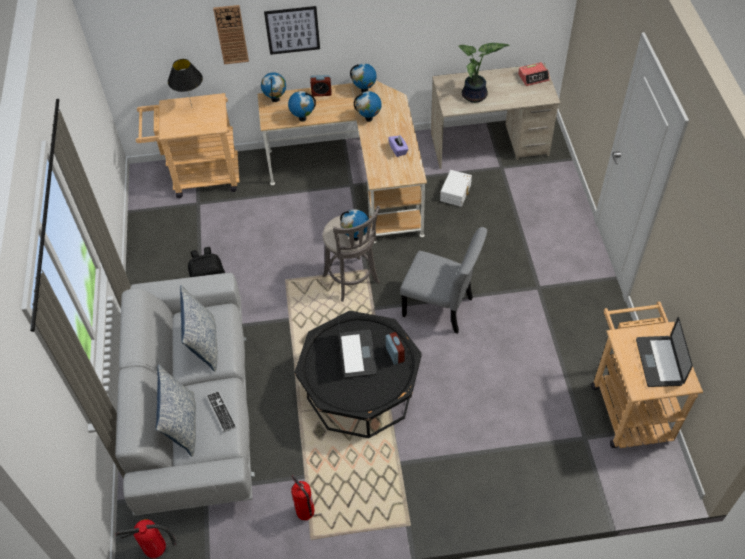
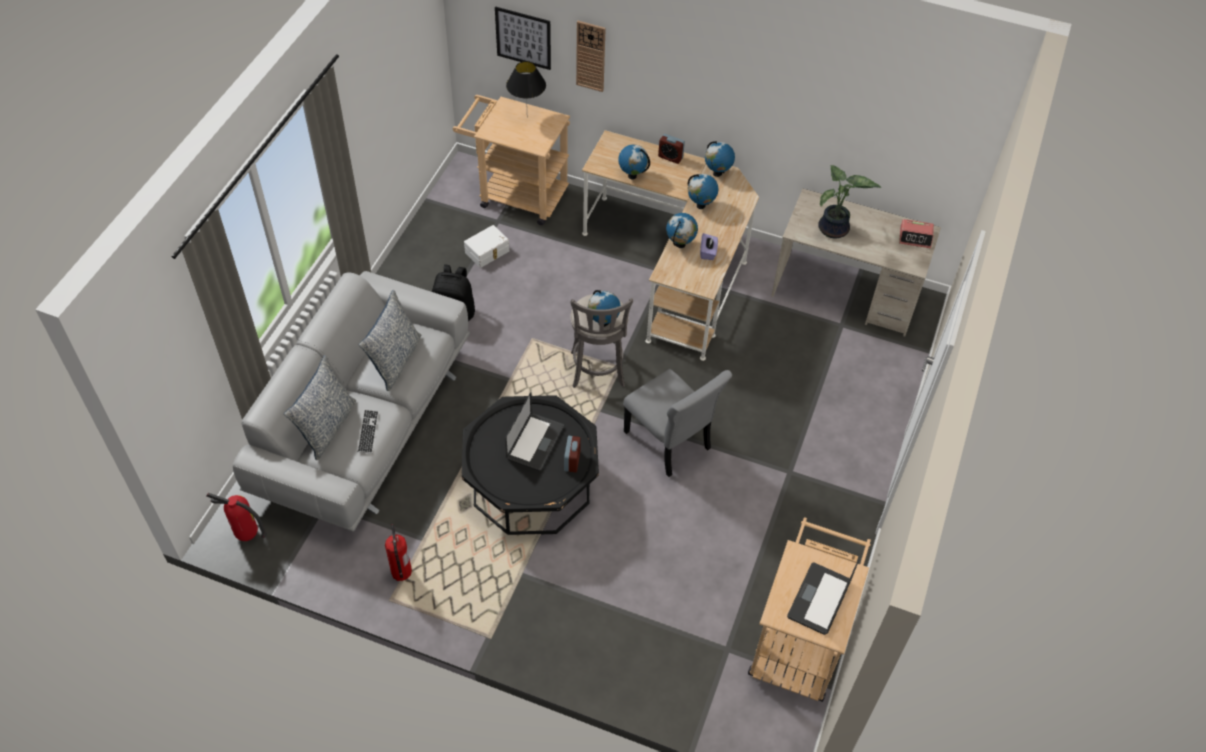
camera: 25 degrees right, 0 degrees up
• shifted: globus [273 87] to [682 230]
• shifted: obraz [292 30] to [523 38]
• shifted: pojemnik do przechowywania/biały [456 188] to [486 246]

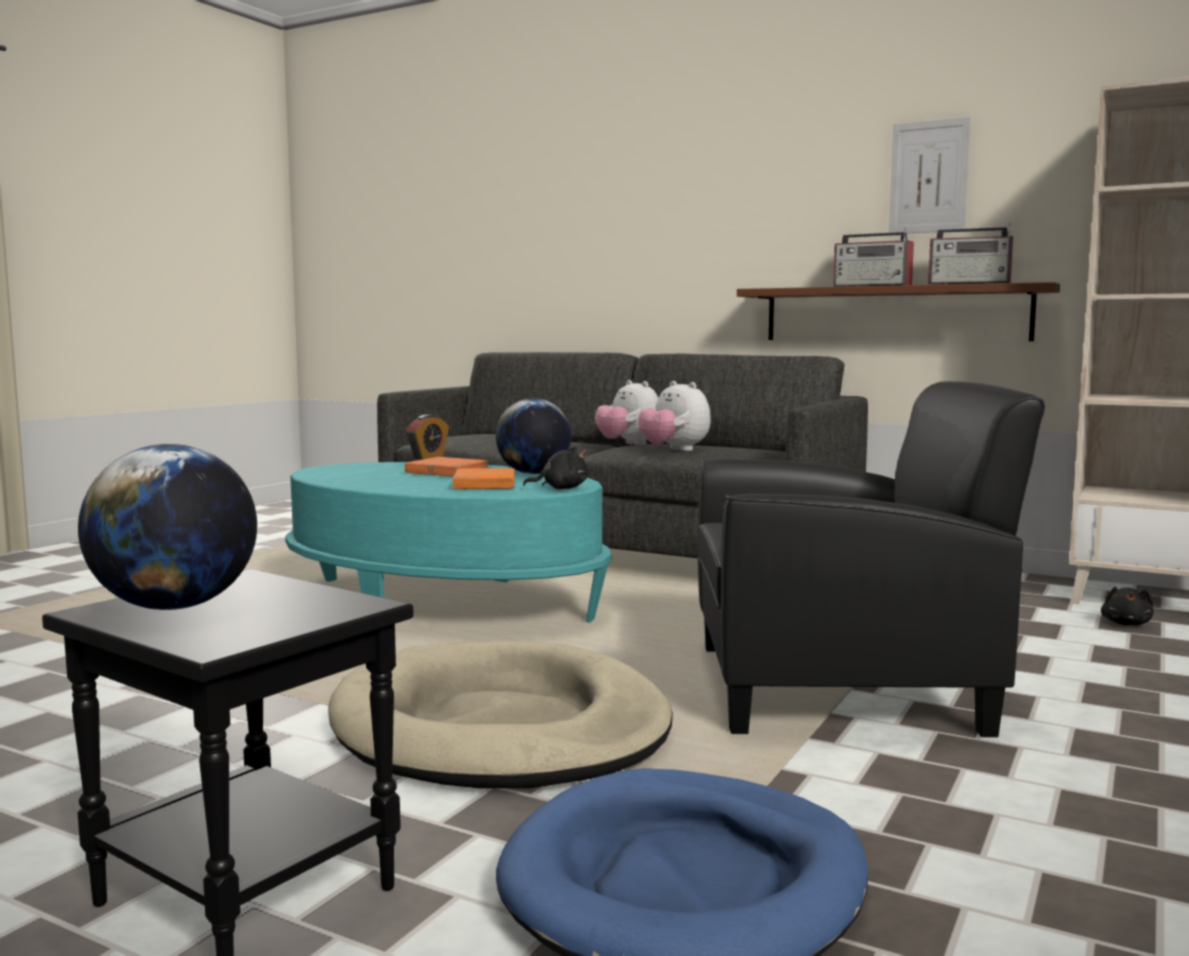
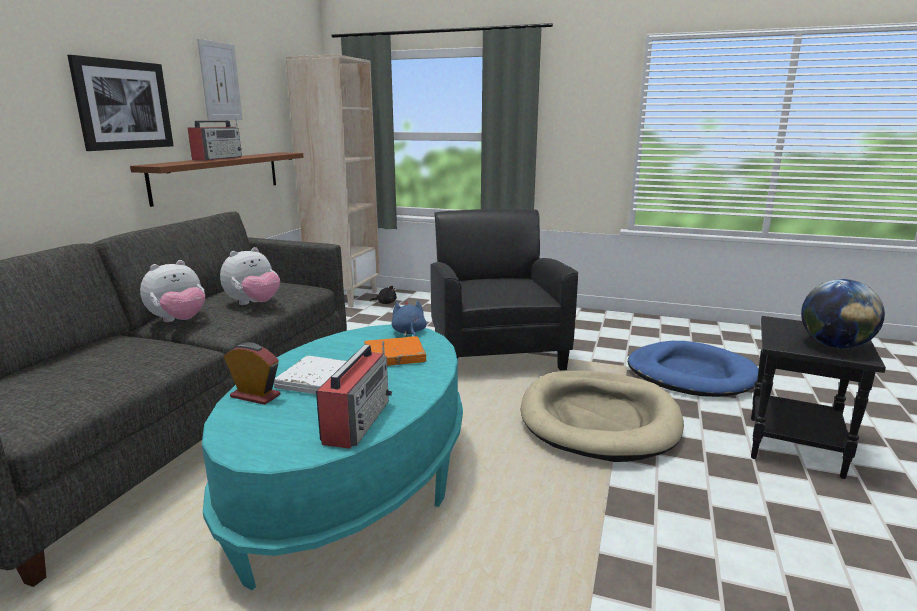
camera: 100 degrees left, 10 degrees up
• gone: globus [533 436]
• new: obraz [120 103]
• shifted: radio [970 254] to [354 395]
• repainted: książka/pomarańczowy [446 466] to książka/biały [310 375]
• repainted: pluszak/czarny [555 467] to pluszak/niebieski [409 318]

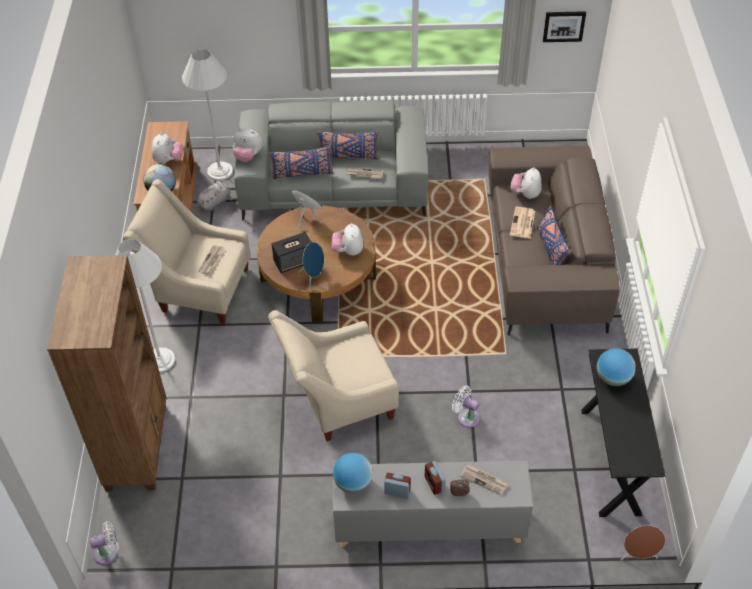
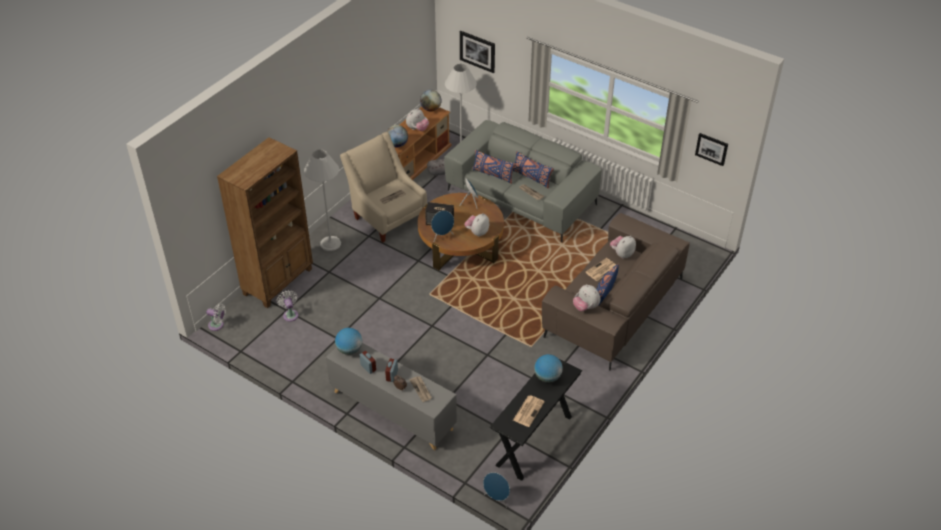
camera: 35 degrees right, 5 degrees down
• gone: fotel/beżowy [333 375]
• new: globus [431 100]
• new: obraz [477 52]
• new: gazeta [529 411]
• shifted: pluszak [247 145] to [586 297]
• shifted: wentylator/biały [466 406] to [288 306]
• repainted: głośnik/brązowy [643 542] to głośnik/niebieski [496 490]

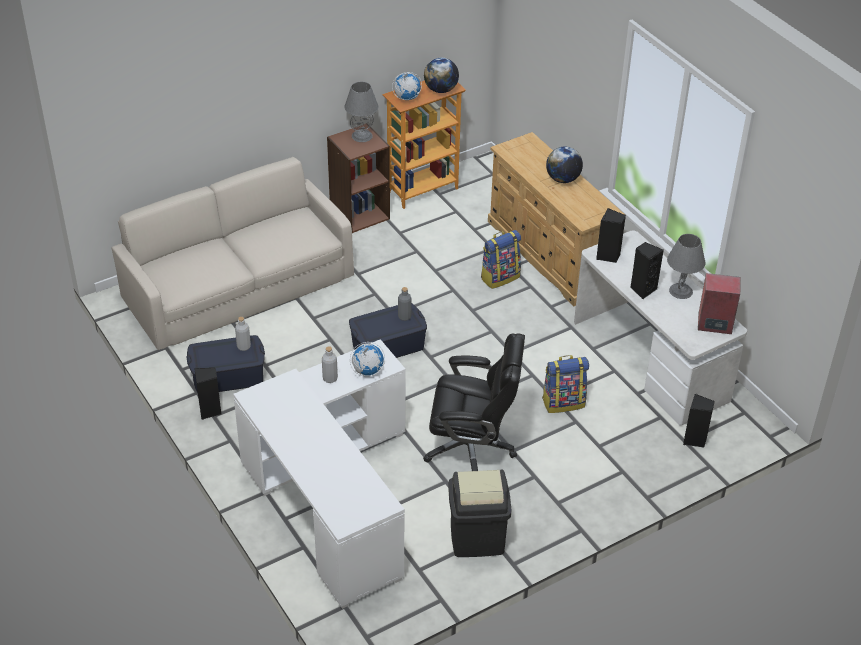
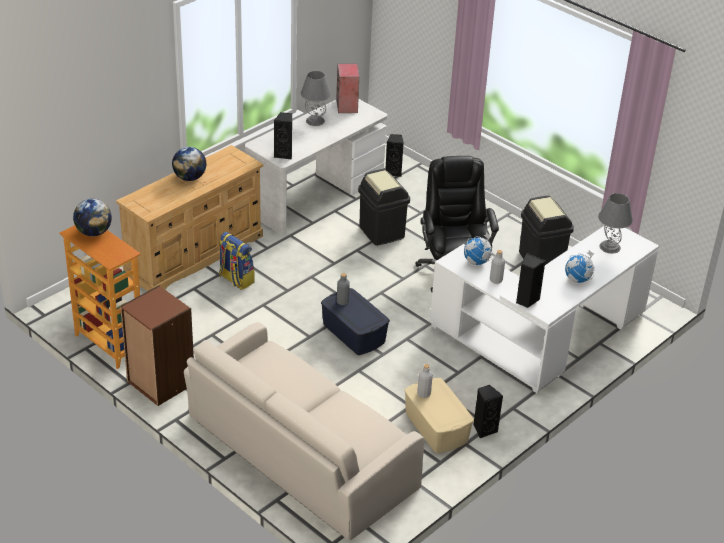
camera: 105 degrees left, 5 degrees down
• shifted: lampa stołowa/szary [361 112] to [615 223]
• shifted: globus [407 86] to [580 266]
• shifted: głośnik/czarny [647 270] to [530 280]
• swapped: plecak [565 384] to kosz na śmieci/czarny [384 207]
• repainted: pojemnik do przechowywania/niebieski [226 364] to pojemnik do przechowywania/beżowy [439 415]

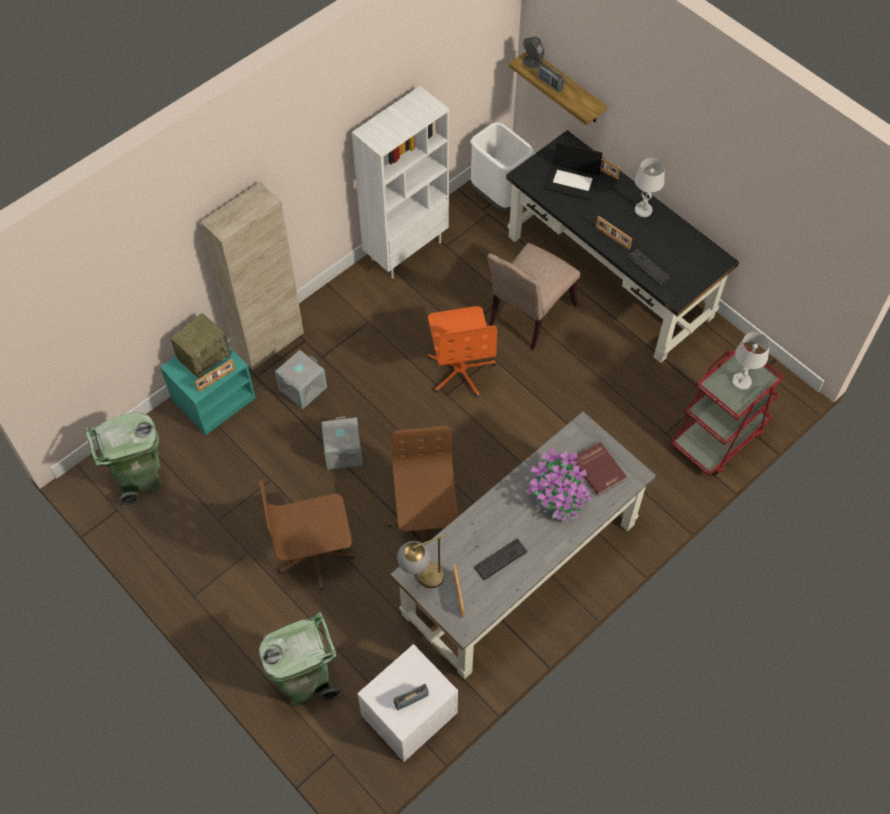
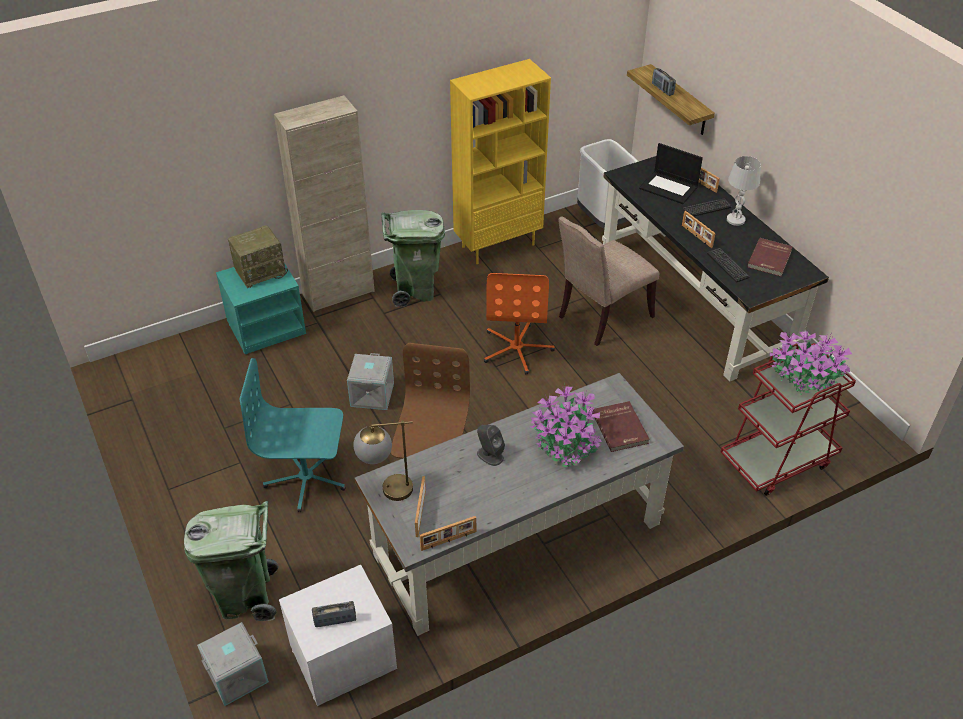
camera: 15 degrees right, 15 degrees down
• new: książka/czerwony [770 257]
• shifted: kosz na śmieci/zielony [123 459] to [413 258]
• shifted: ramka na zdjęcie [215 375] to [448 533]
• shifted: pojemnik do przechowywania/szary [301 379] to [233 664]
• shifted: klawiatura [500 559] to [707 207]
• shifted: głośnik/szary [533 53] to [491 445]
• swapped: lampa stołowa/biały [751 361] to roślina doniczkowa [811 363]
• repainted: krzesło biurowe/brązowy [307 534] to krzesło biurowe/turkusowy [292 435]
• repainted: regał/biały [400 182] to regał/żółty [500 161]

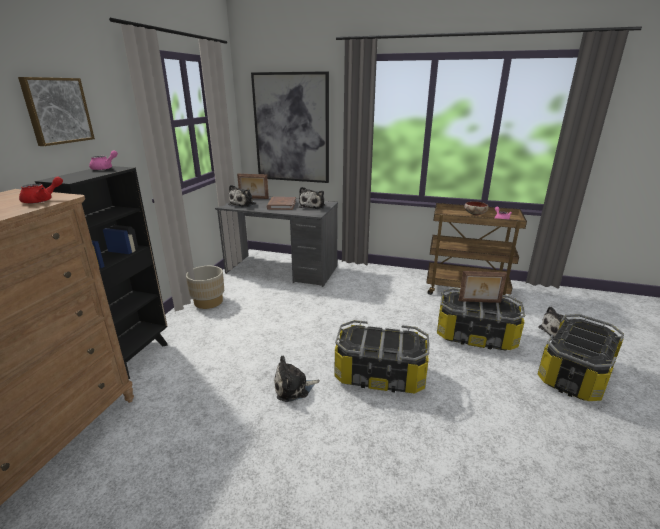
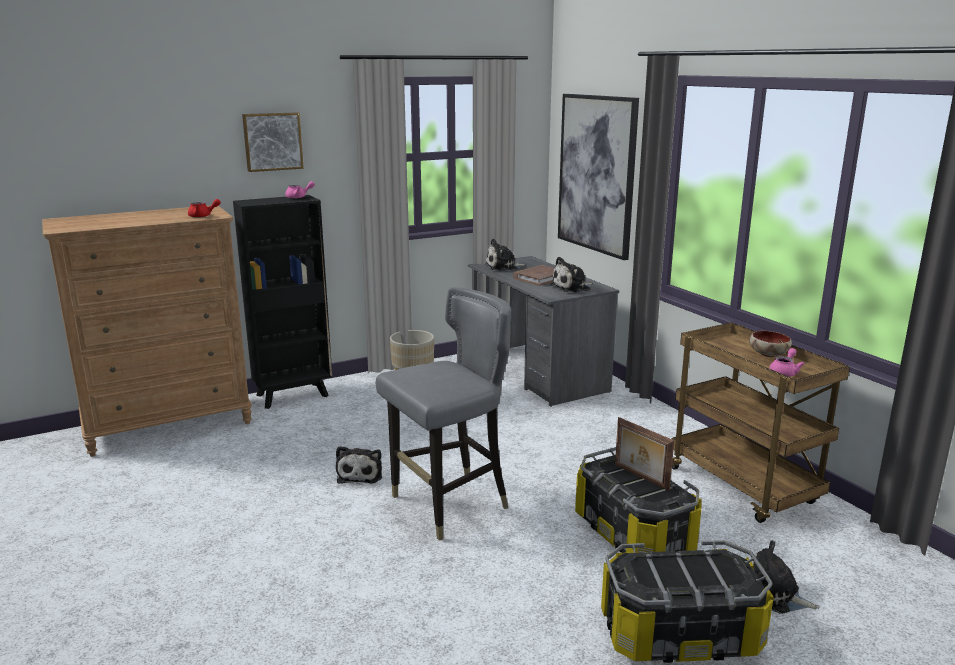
camera: 45 degrees right, 5 degrees down
• gone: ramka na zdjęcie [253 186]
• swapped: pojemnik do przechowywania [382 356] to krzesło/szary [443 414]
• rotated: pluszak [297 378] = [359 465] 120 degrees counterclockwise

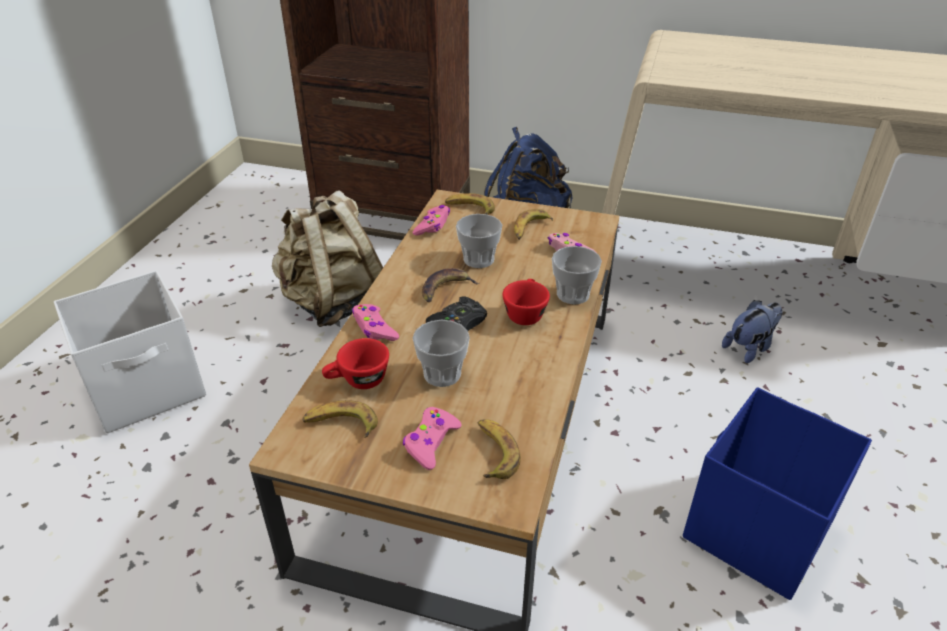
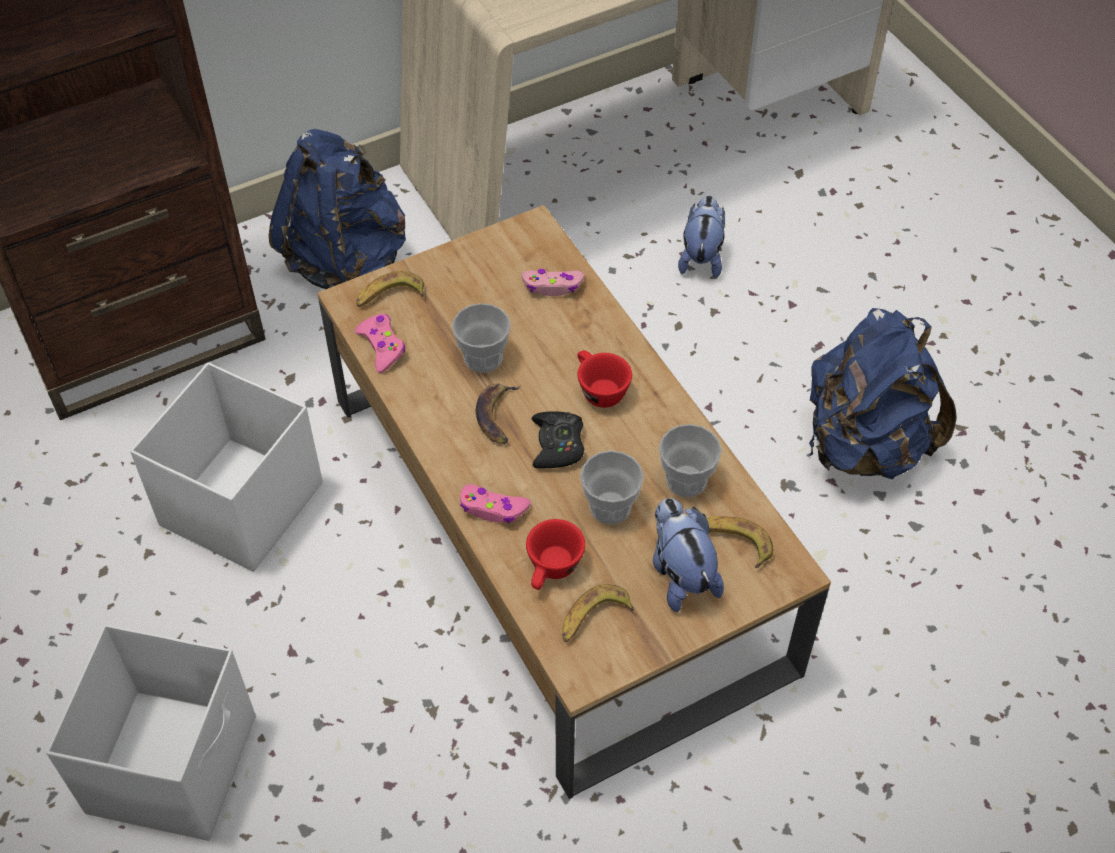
camera: 45 degrees left, 15 degrees up
• gone: banan [533 224]
• shifted: filiżanka [577 275] to [690 460]
• swapped: plecak/beżowy [327 258] to pojemnik do przechowywania/biały [226 467]
• swapped: pad do gier/różowy [432 438] to pluszak [688 555]
• swapped: pojemnik do przechowywania/niebieski [777 493] to plecak/niebieski [883 393]

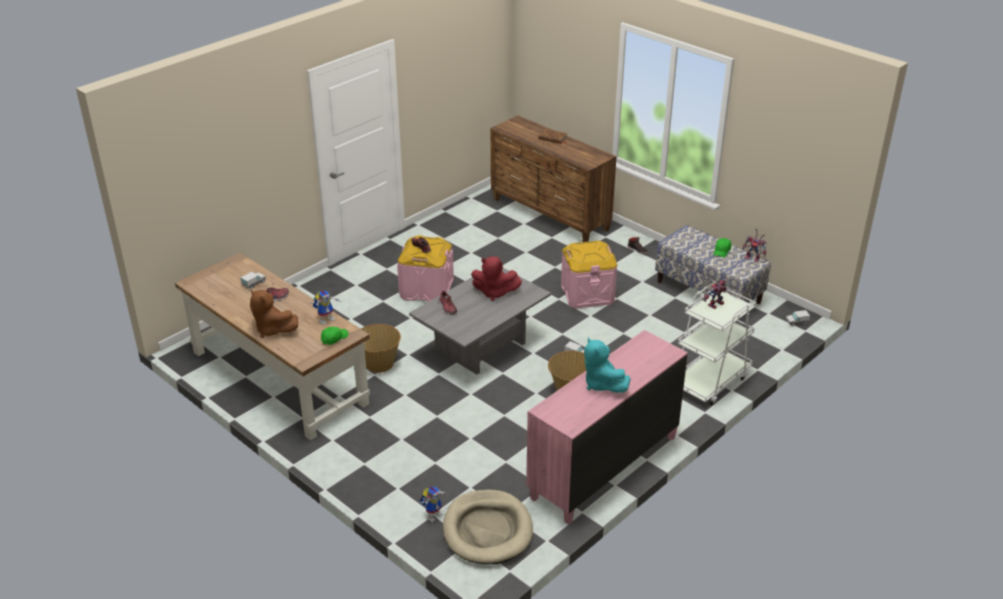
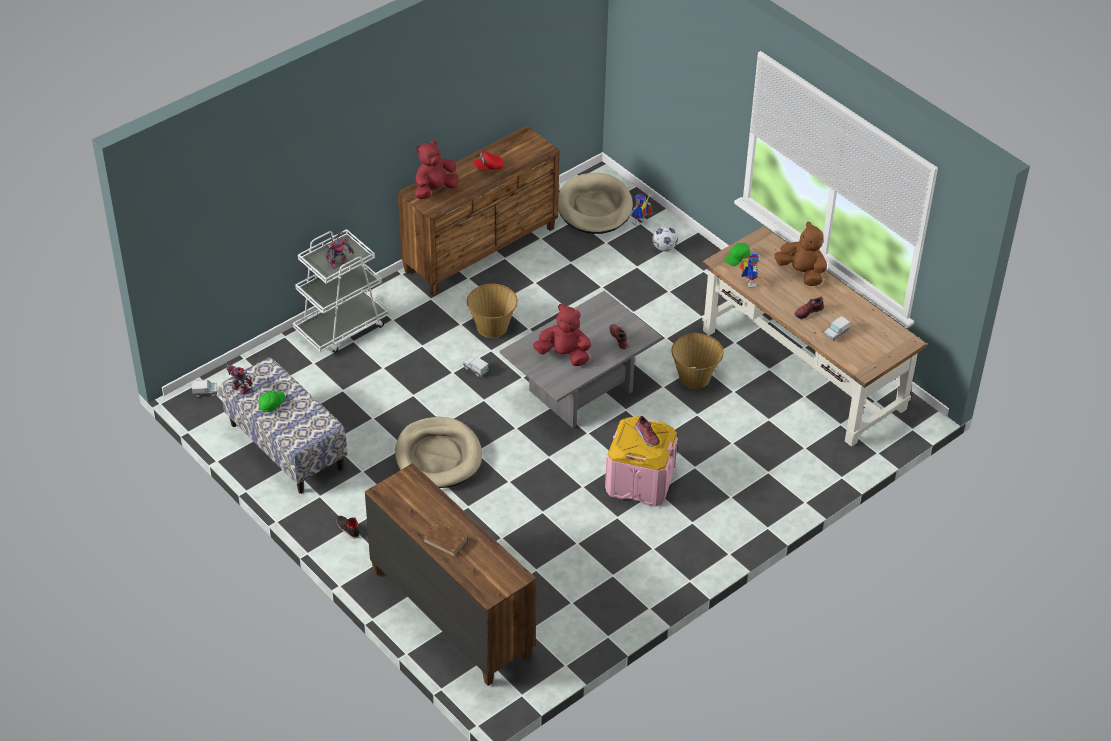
camera: 175 degrees left, 10 degrees up
• new: pluszak/czerwony [436 169]
• new: piłka futbolowa [665 238]
• swapped: pojemnik do przechowywania/różowy [589 275] to legowisko/beżowy [438 452]
• swapped: pluszak/turkusowy [607 365] to czapka z daszkiem/czerwony [488 160]
• repainted: komoda/różowy [607 427] to komoda/brązowy [479 210]
• rotated: robot zabawkowy [325 308] = [749 271] 120 degrees clockwise

